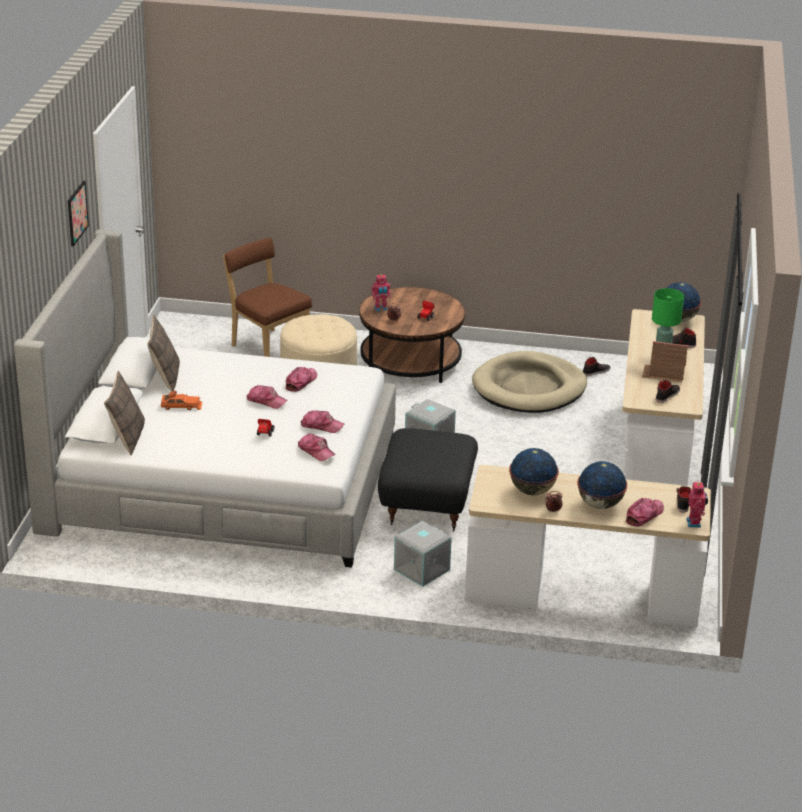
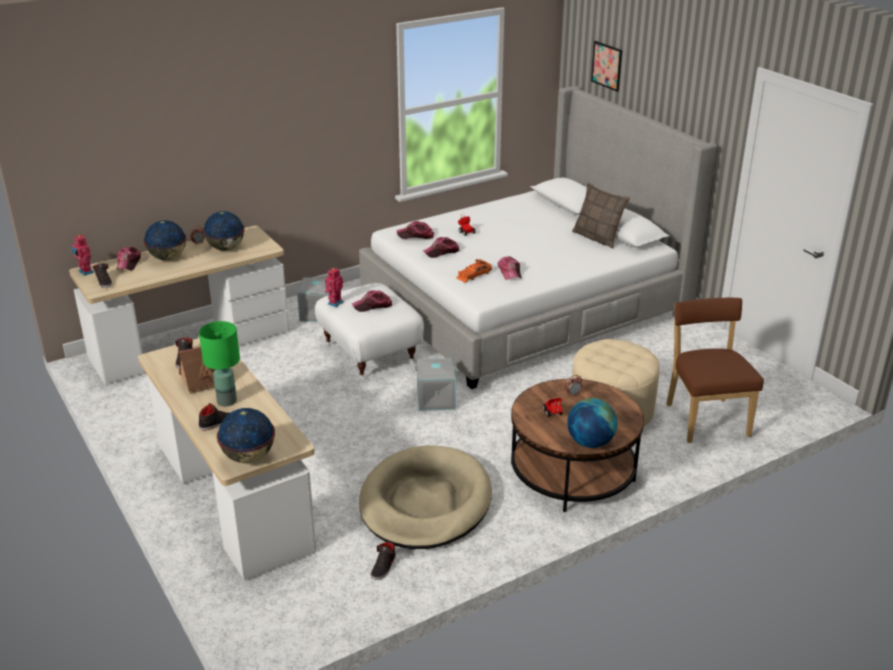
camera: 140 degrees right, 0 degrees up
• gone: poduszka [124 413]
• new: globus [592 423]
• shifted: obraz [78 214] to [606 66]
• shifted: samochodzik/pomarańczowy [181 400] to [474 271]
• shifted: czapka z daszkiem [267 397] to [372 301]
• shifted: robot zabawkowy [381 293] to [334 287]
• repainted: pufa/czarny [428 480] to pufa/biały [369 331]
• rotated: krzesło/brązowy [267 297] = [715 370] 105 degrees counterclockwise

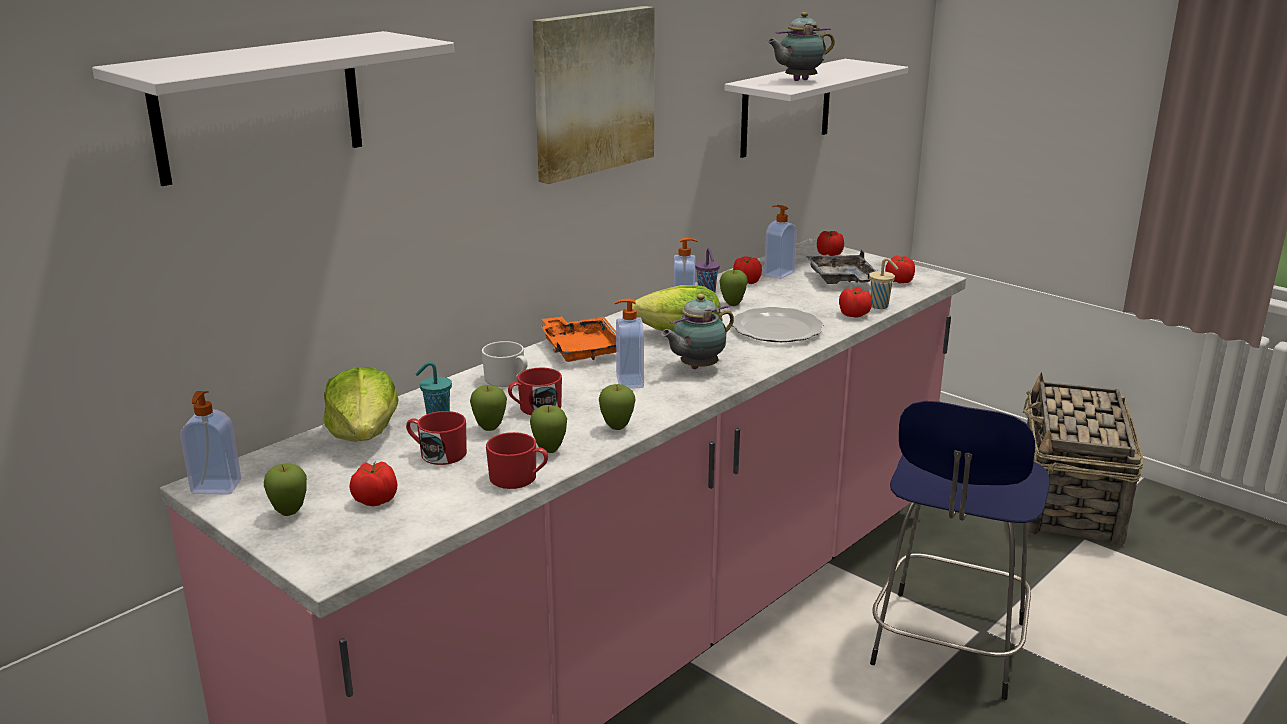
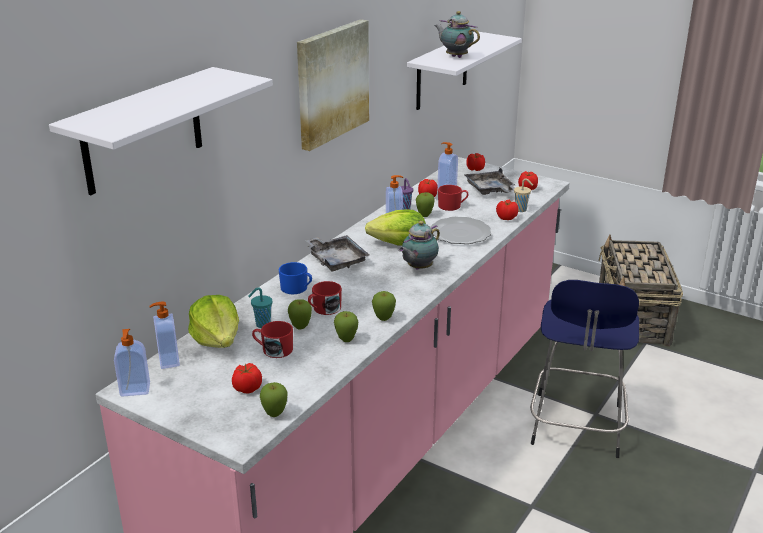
camera: 10 degrees left, 5 degrees up
• shifted: jabłko [285 489] to [273 399]
• shifted: kubek/czerwony [517 460] to [453 198]
• shifted: dozownik mydła [629 344] to [164 335]
• repainted: kubek/biały [505 364] to kubek/niebieski [295 278]
• repainted: taca/pomarańczowy [578 339] to taca/szary [337 253]
• rotated: imbryk [801 46] = [457 34] 75 degrees clockwise

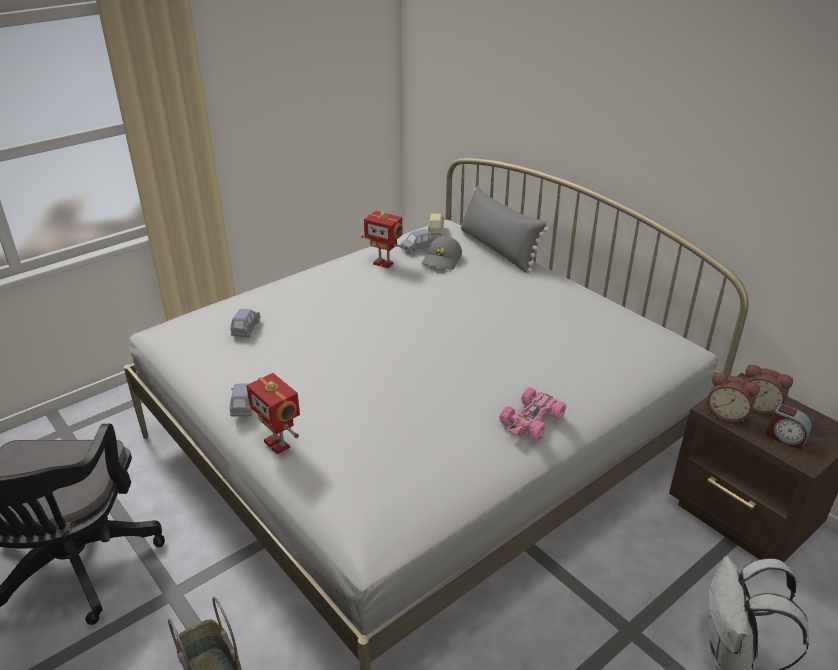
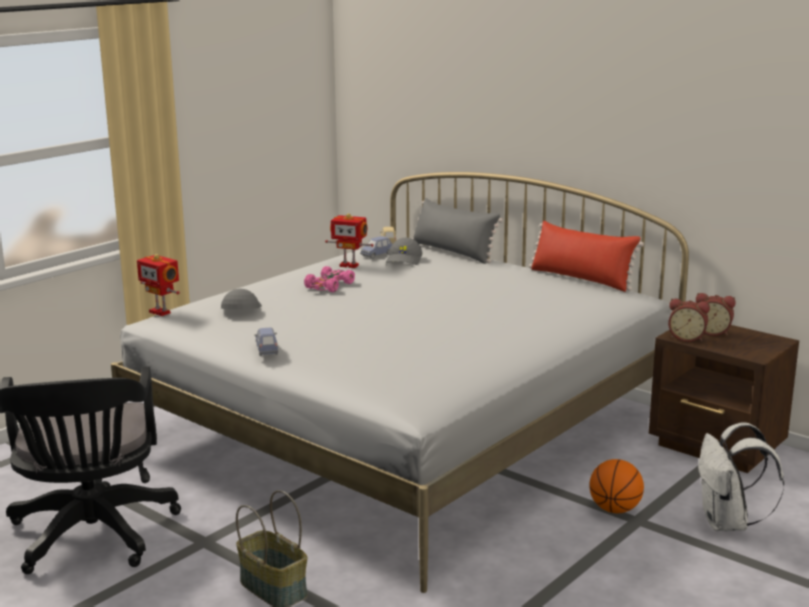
camera: 10 degrees left, 15 degrees down
• gone: budzik [789 426]
• new: poduszka/czerwony [586 256]
• new: piłka do koszykówki [616 486]
• shifted: robot zabawkowy [273 413] to [158 285]
• shifted: samochodzik/różowy [533 413] to [329 279]
• swapped: samochodzik/niebieski [245 323] to czapka z daszkiem/szary [241 299]

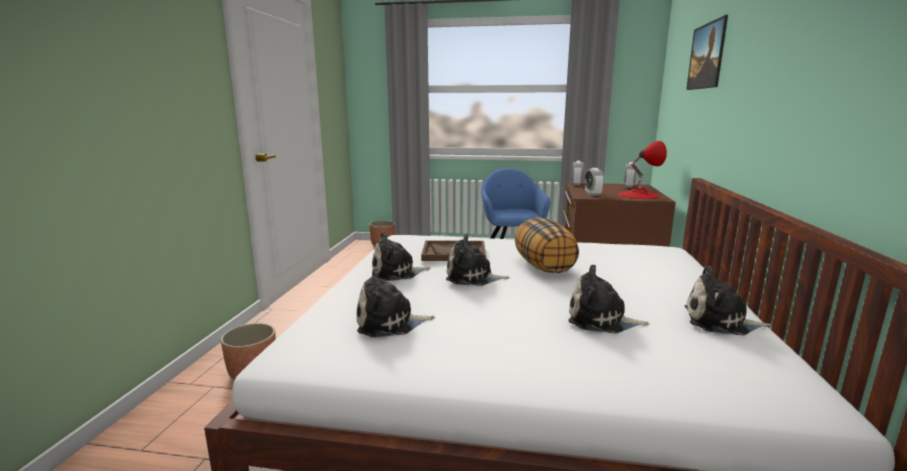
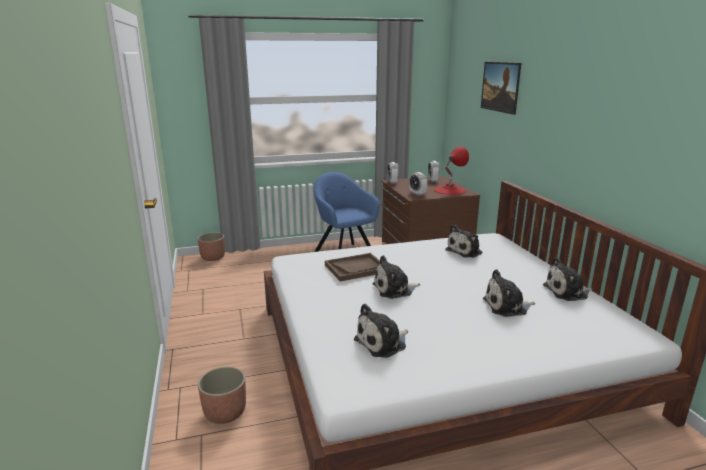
camera: 25 degrees left, 5 degrees up
• gone: poduszka [547 245]
• shifted: pluszak [401 256] to [464 241]

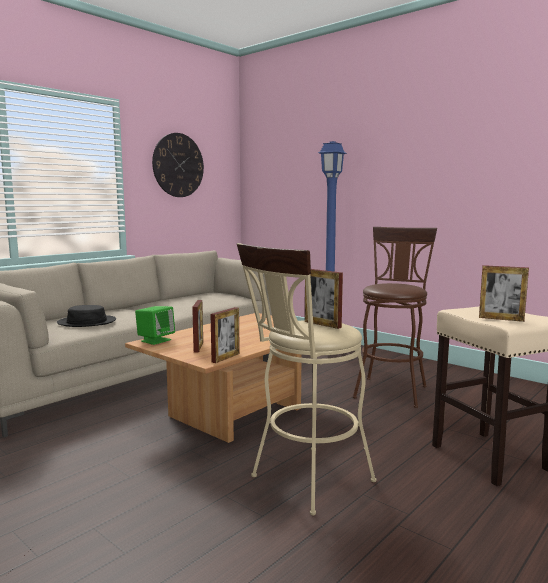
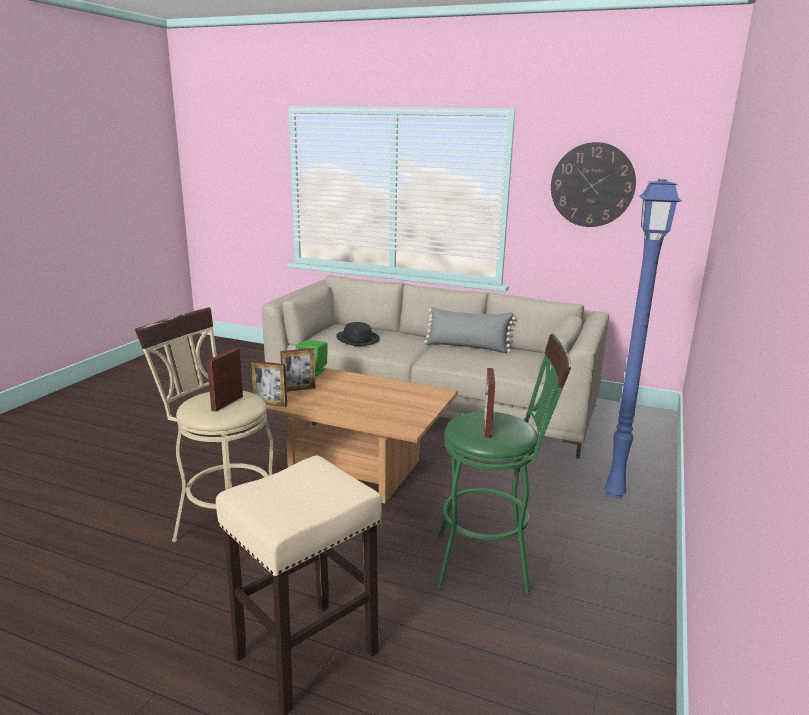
camera: 70 degrees right, 10 degrees up
• new: poduszka/szary [470 330]
• shifted: ramka na zdjęcie [504 293] to [489 403]
• repainted: stołek/brązowy [395 317] to stołek/zielony [504 464]

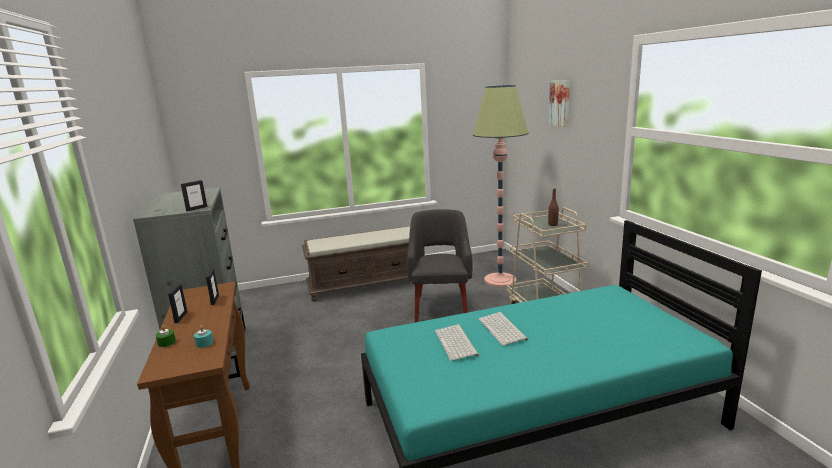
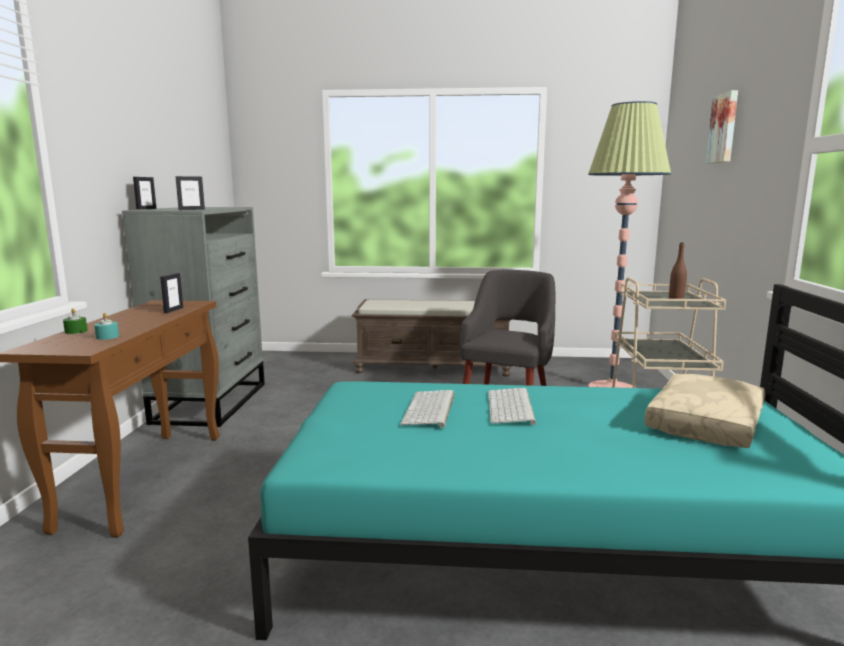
camera: 20 degrees right, 5 degrees down
• new: poduszka/beżowy [705 411]
• shifted: ramka na zdjęcie [177 303] to [145 193]

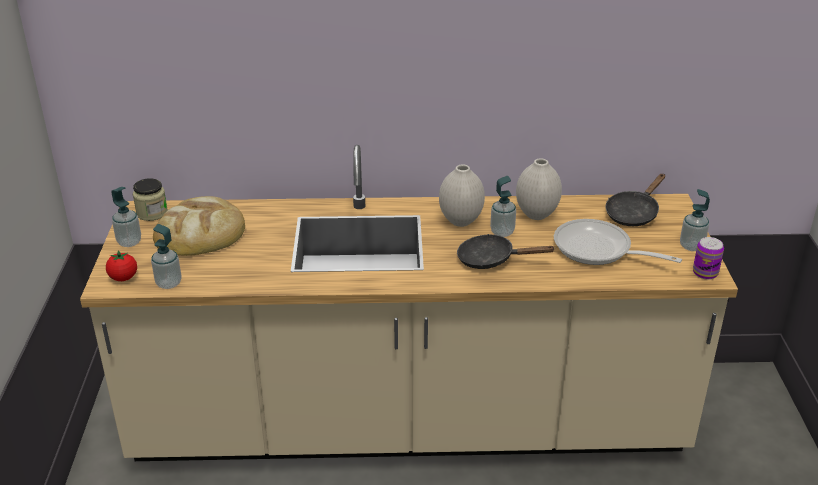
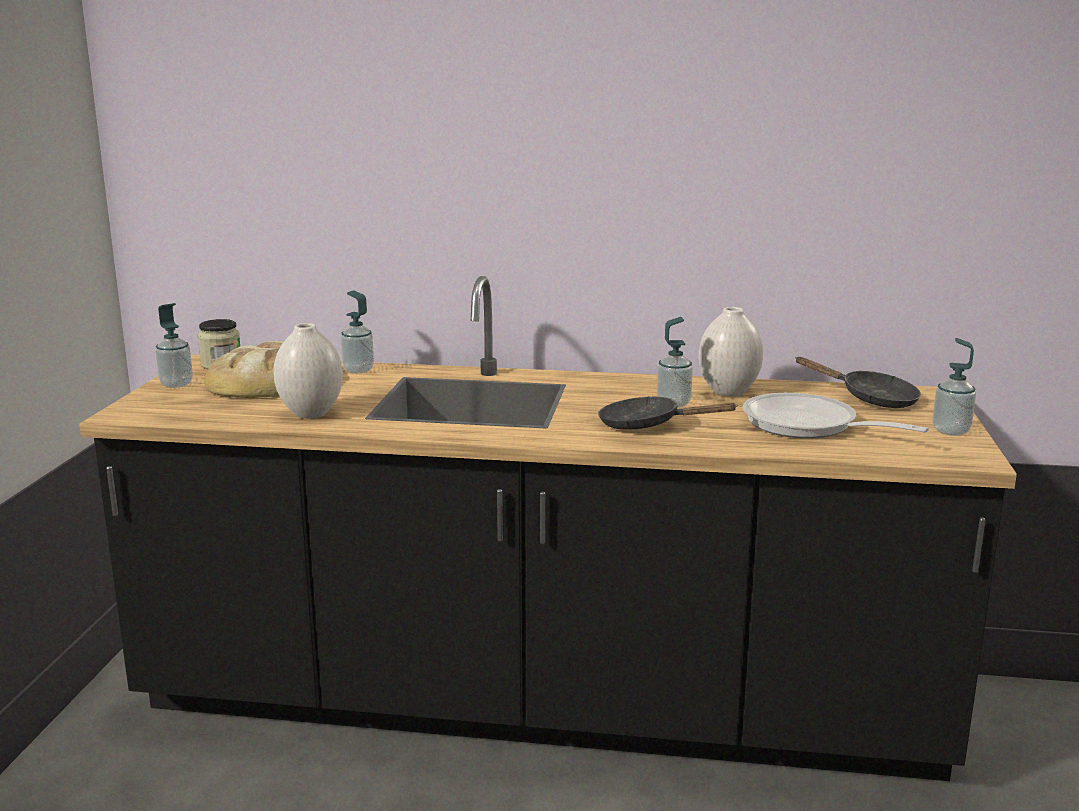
camera: 10 degrees right, 15 degrees down
• gone: pomidor [121 265]
• gone: puszka [708 258]
• shifted: dozownik mydła [166 256] to [357 332]
• shifted: wazon/biały [462 195] to [308 371]
• repainted: zabudowa kuchenna/beżowy [409 303] to zabudowa kuchenna/czarny [548 528]
• rotated: patelnia/czarny [635 200] = [858 382] 105 degrees counterclockwise

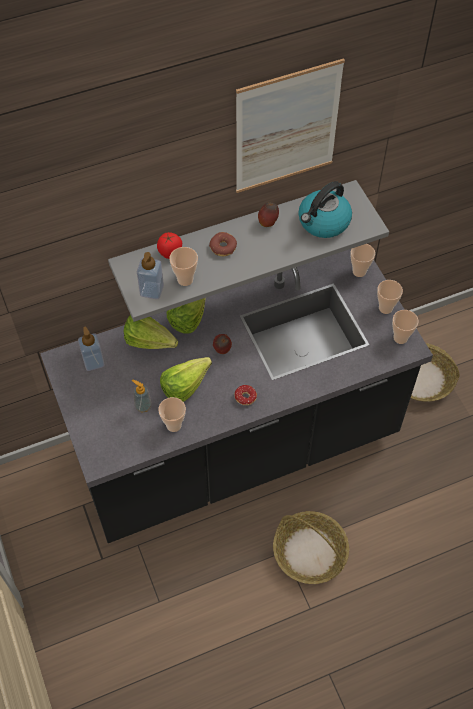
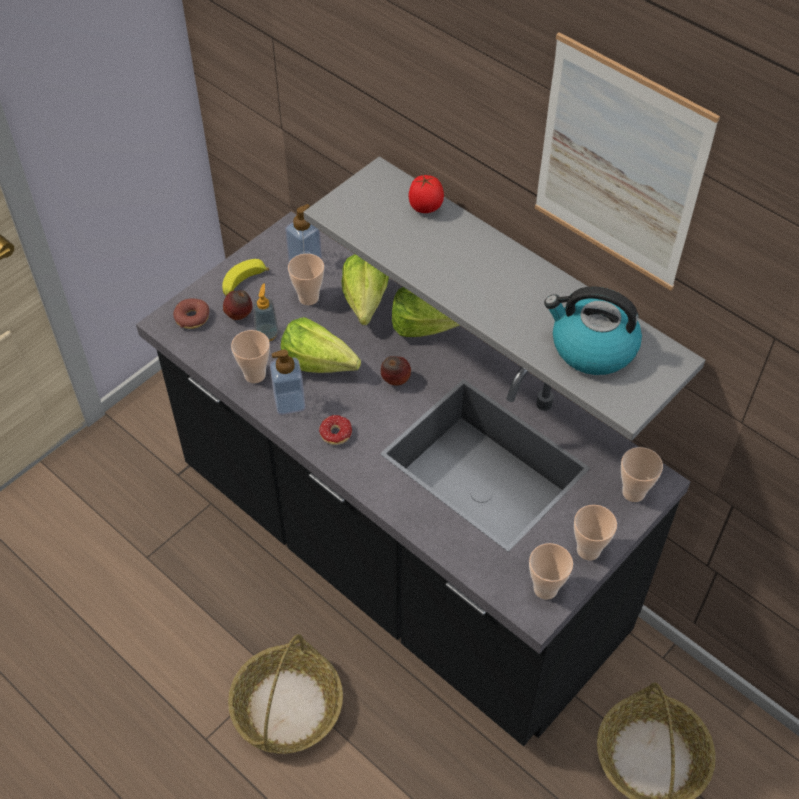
camera: 65 degrees right, 5 degrees down
• new: banan [245 277]
• shifted: dozownik mydła [150 275] to [287 382]
• shifted: filiżanka [184 266] to [306 279]
• shifted: donut [223 244] to [191 313]
• shifted: jabłko [268 214] to [238 305]

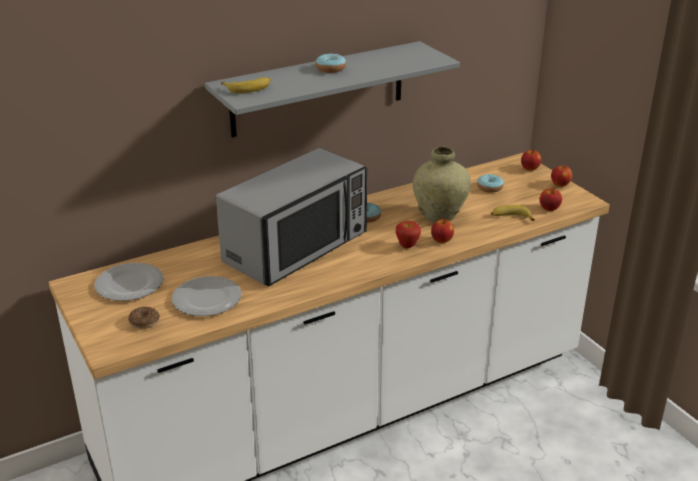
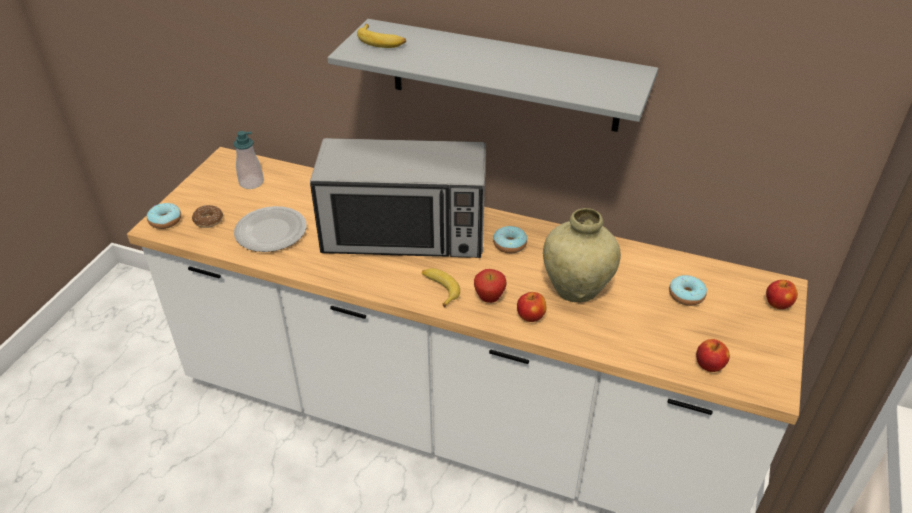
camera: 50 degrees right, 10 degrees up
• gone: jabłko [561 176]
• shifted: donut [331 63] to [164 216]
• shifted: banan [513 213] to [441 288]
• swapped: talerz [128 282] to dozownik mydła [249 160]

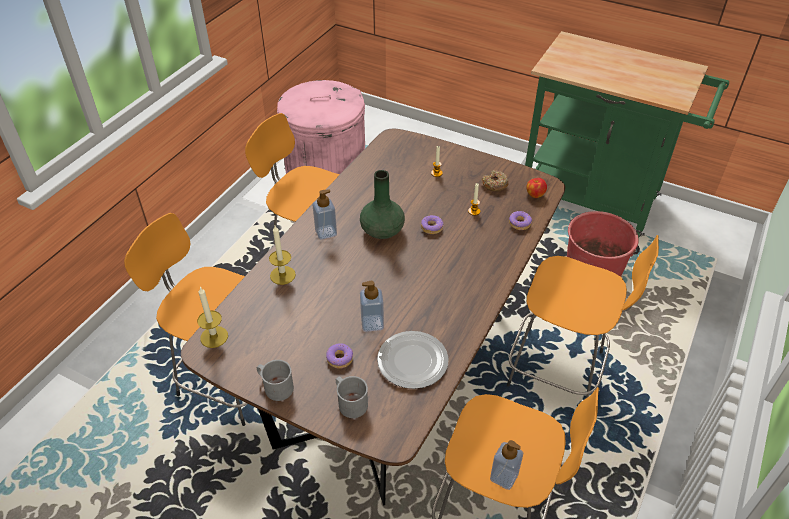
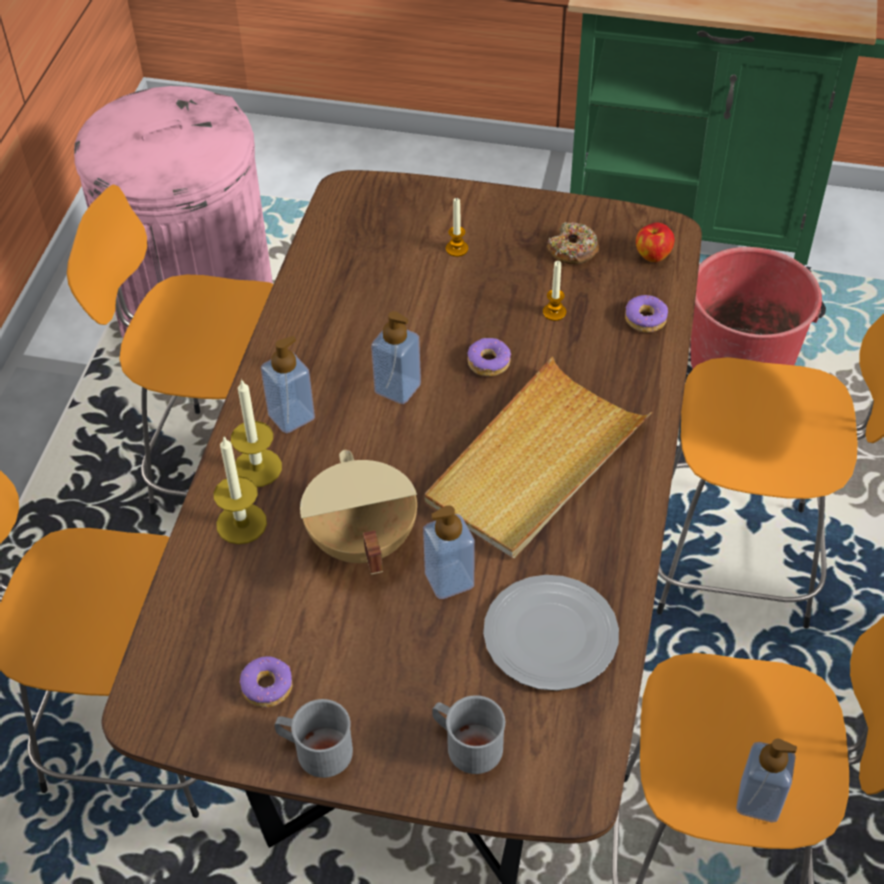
camera: 15 degrees left, 5 degrees up
• new: garnek/beżowy [358 512]
• new: taca/beżowy [538 457]
• shifted: świeca [212 317] to [256 433]
• shifted: donut [339 356] to [266 681]
• swapped: wazon/zielony [382 204] to dozownik mydła [396 357]

